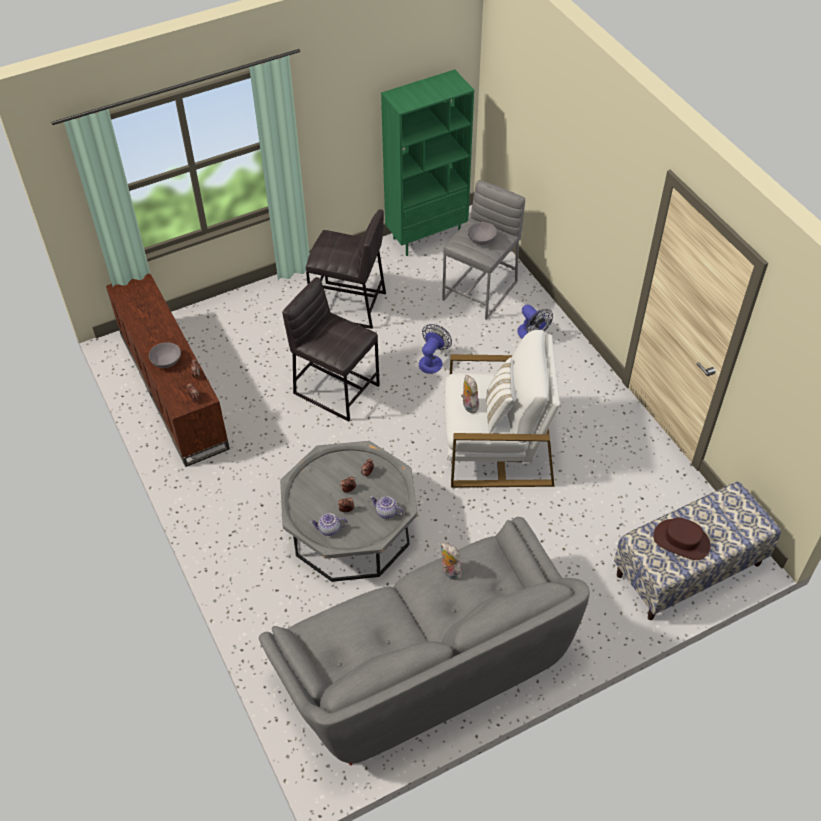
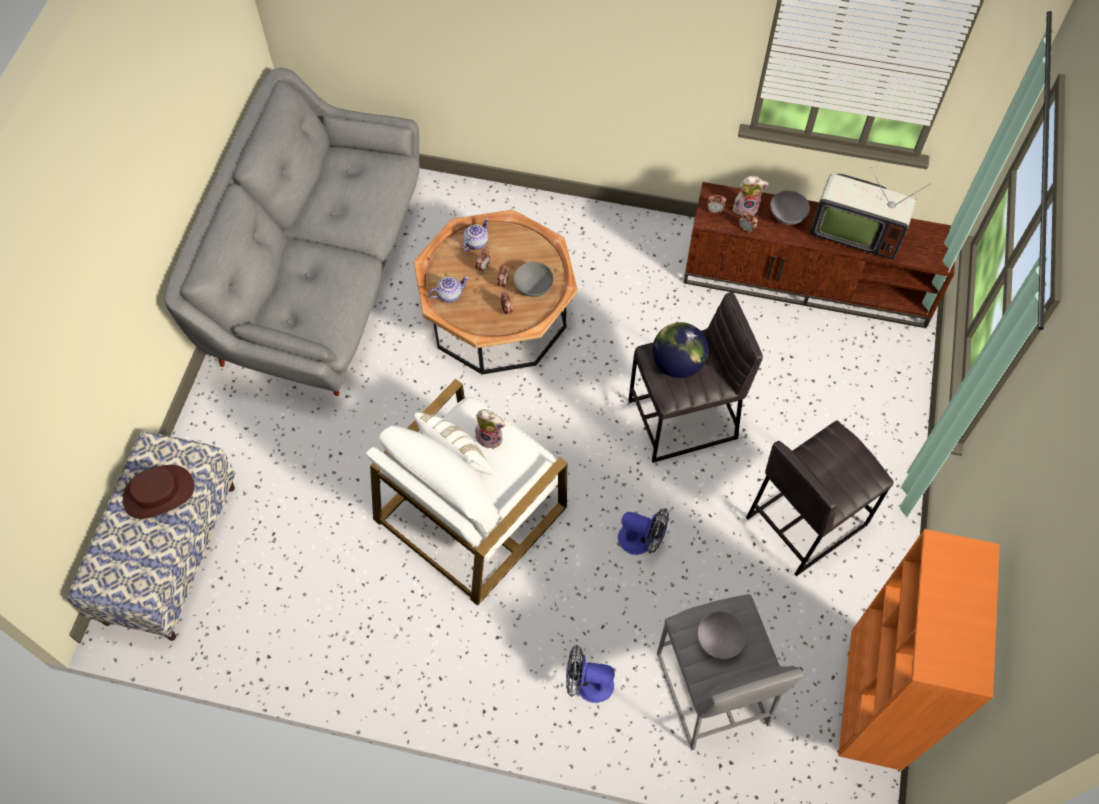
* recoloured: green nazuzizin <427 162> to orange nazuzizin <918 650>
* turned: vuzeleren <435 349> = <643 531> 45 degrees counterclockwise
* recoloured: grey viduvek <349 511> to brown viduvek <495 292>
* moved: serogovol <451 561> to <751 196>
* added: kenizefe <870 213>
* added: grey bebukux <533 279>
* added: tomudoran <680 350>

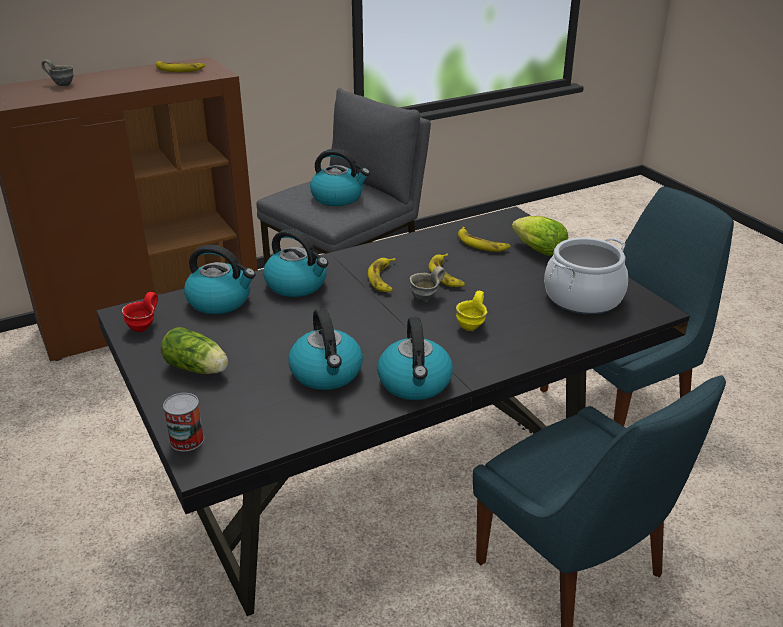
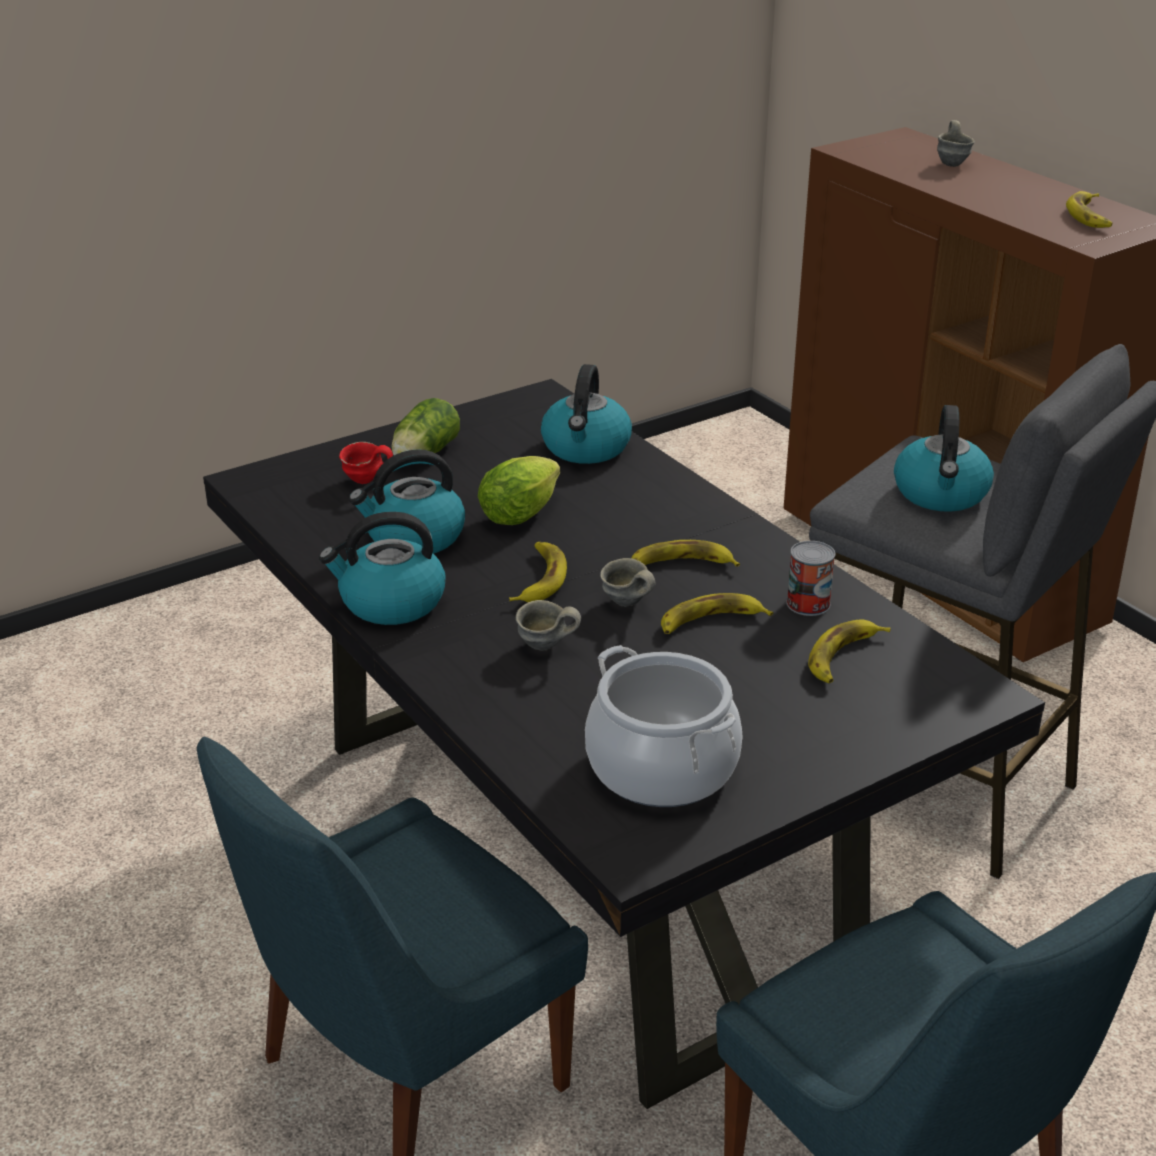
* moved: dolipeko <540 236> to <518 490>
* removed: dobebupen <295 263>
* recoloured: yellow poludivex <471 311> to grey poludivex <548 625>
* moved: red poludivex <140 312> to <366 463>
* moved: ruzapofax <183 422> to <810 578>
* added: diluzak <538 572>

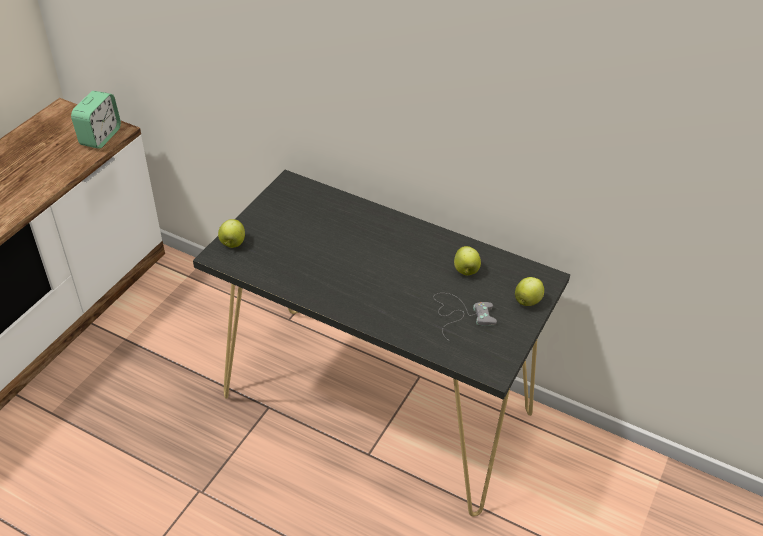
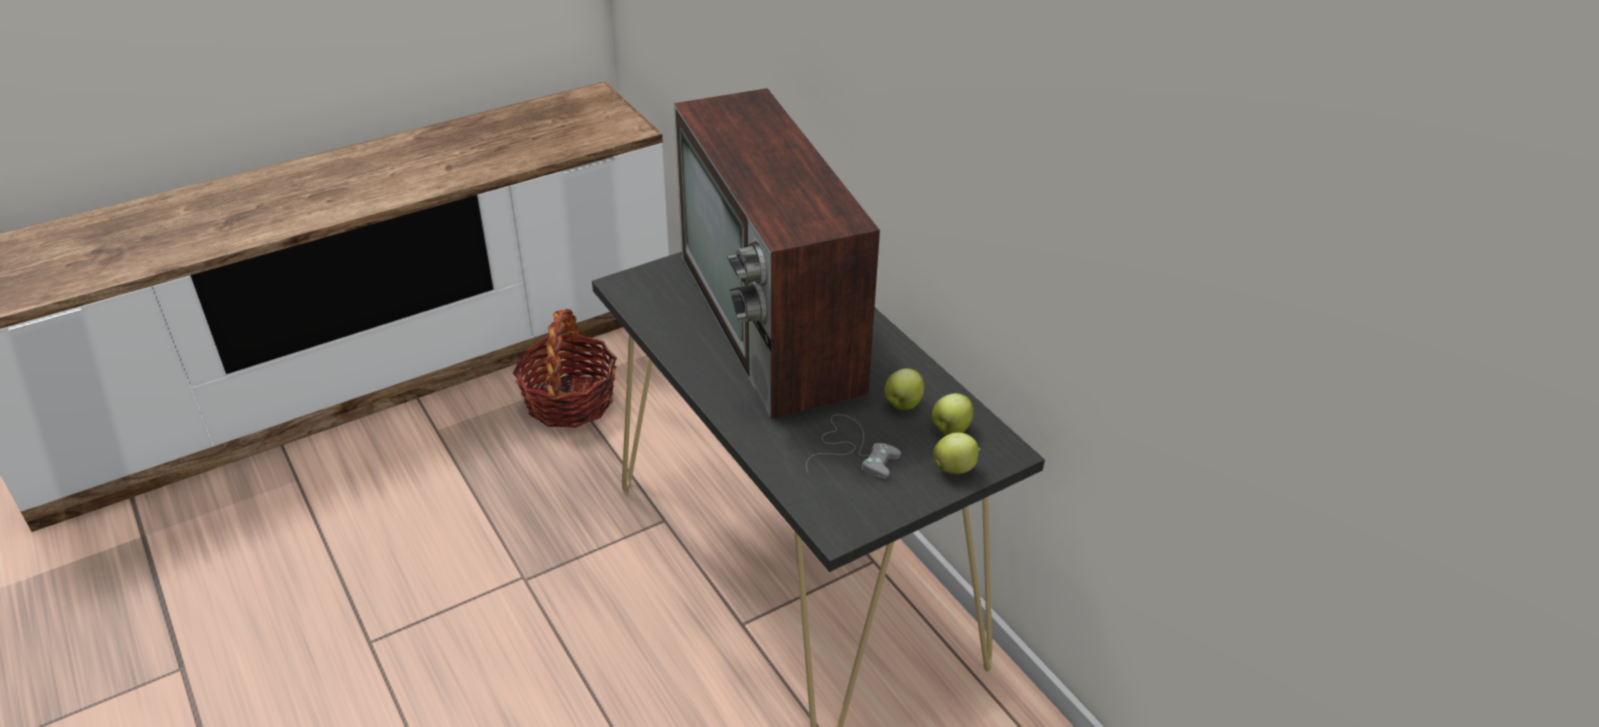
* removed: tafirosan <96 120>
* moved: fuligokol <231 233> to <953 414>
* added: kenizefe <777 253>
* added: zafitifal <565 368>

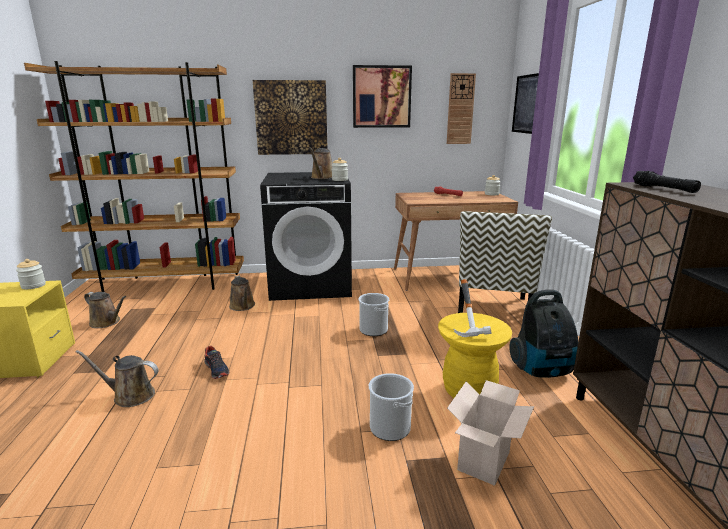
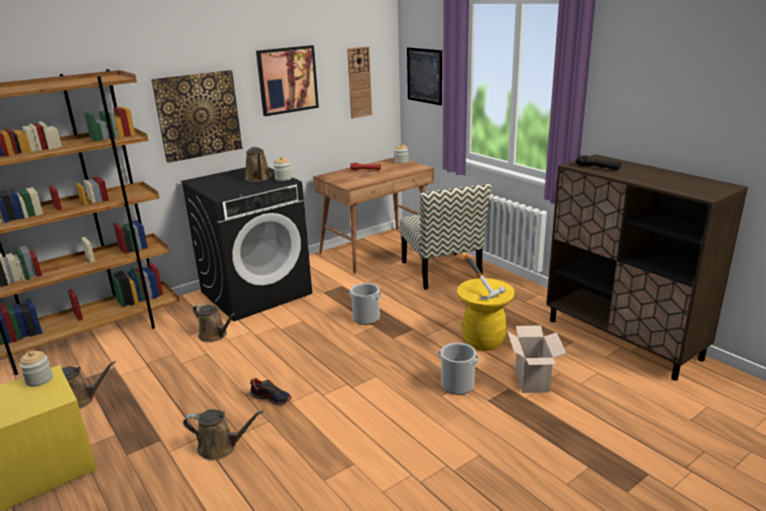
* removed: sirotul <544 334>
* turned: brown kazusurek <117 378> = <223 435> 150 degrees counterclockwise

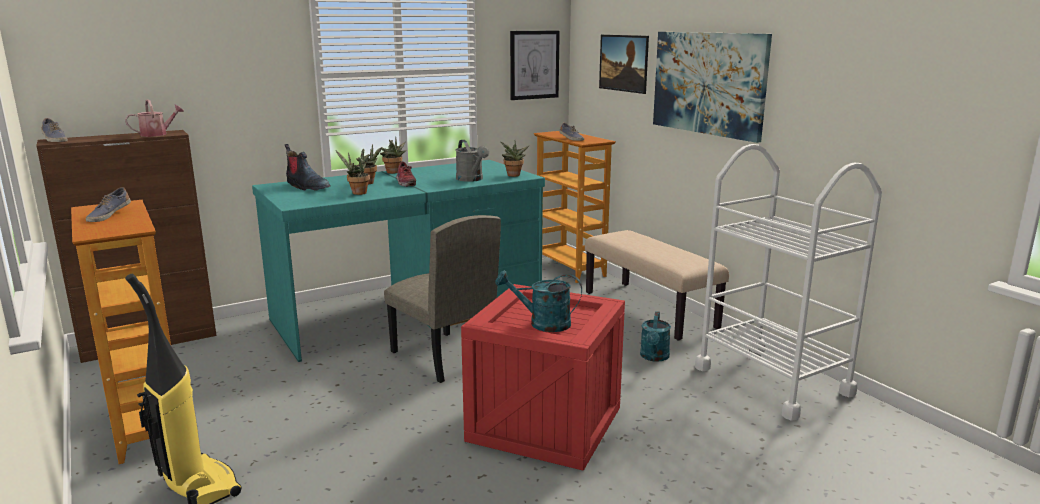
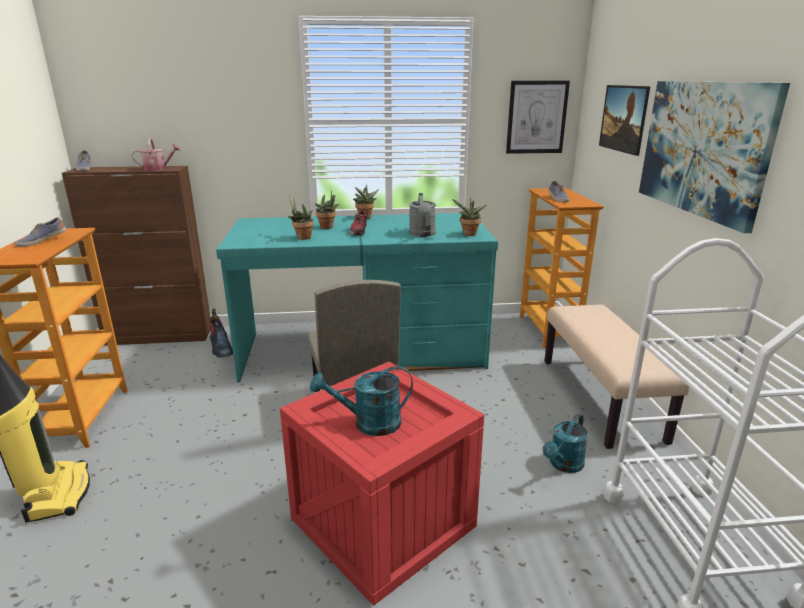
* moved: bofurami <308 167> to <221 333>
* turned: turquoise kazusurek <538 301> = <361 401> 45 degrees counterclockwise

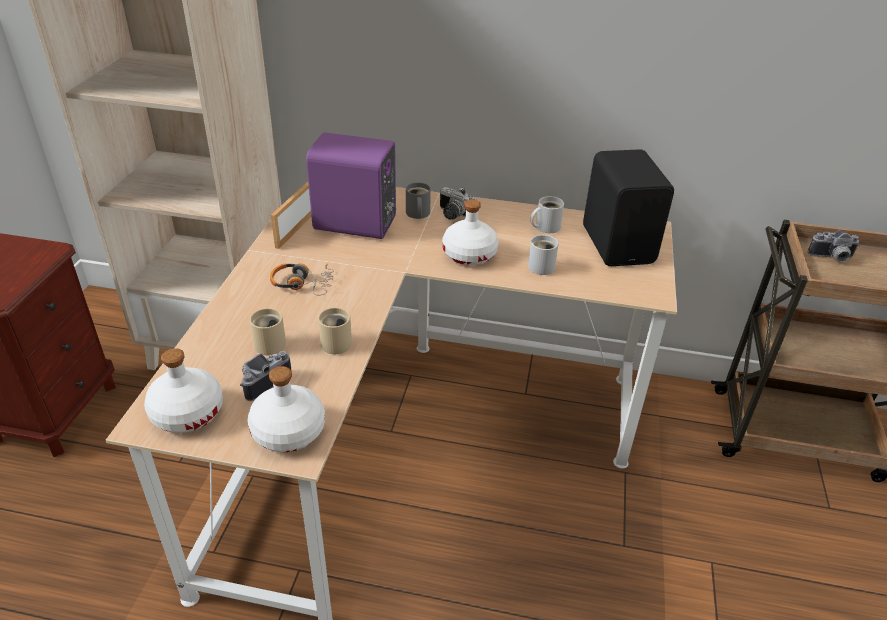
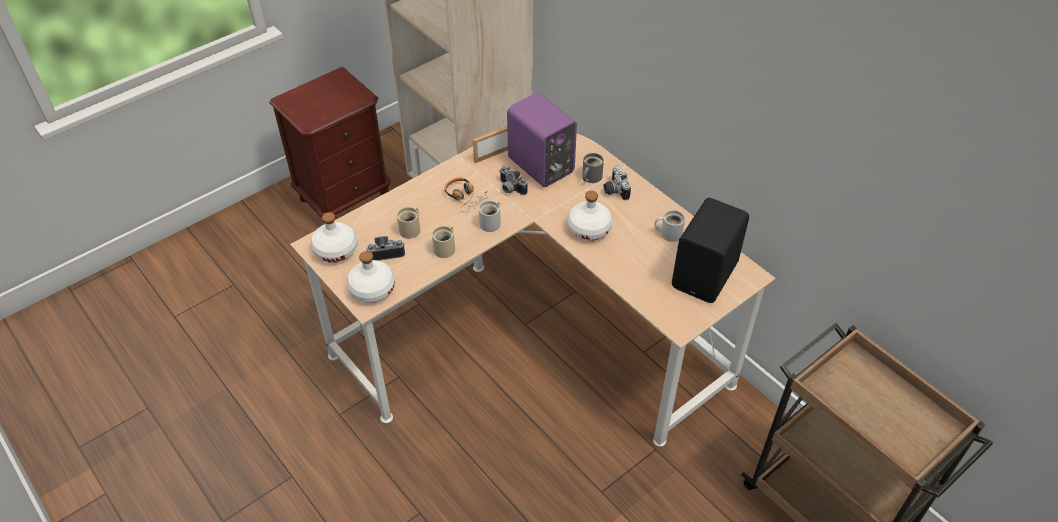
* moved: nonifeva <833 246> to <514 180>
* moved: white poludivex <543 255> to <490 216>

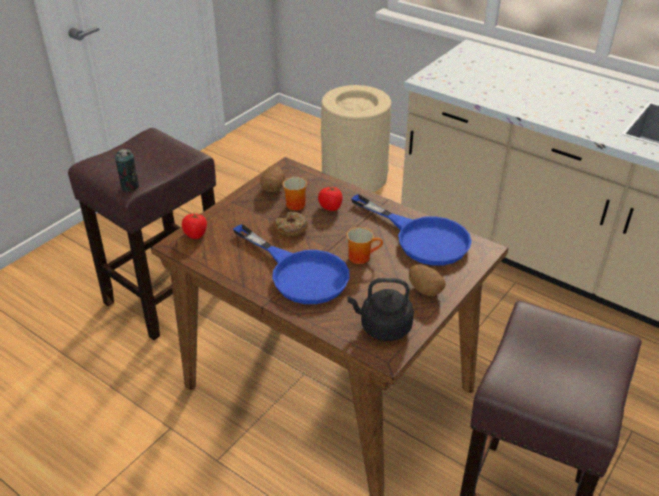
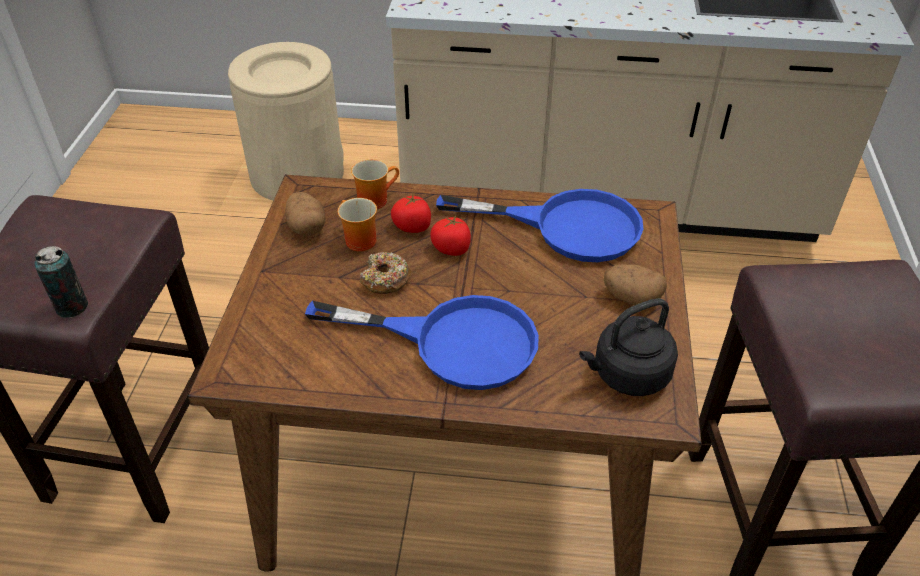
* moved: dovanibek <194 226> to <450 235>
* moved: poludivex <365 245> to <375 184>

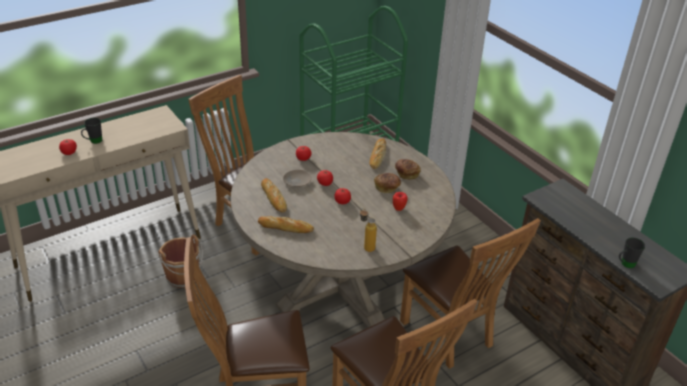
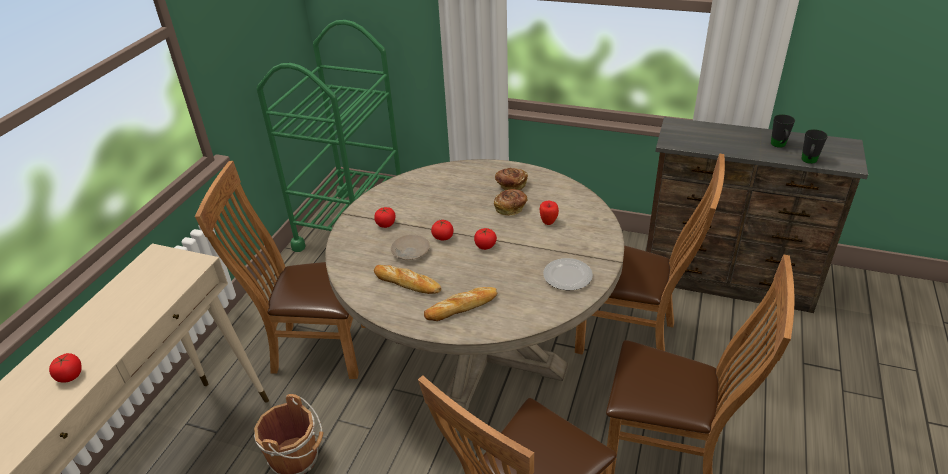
* moved: black poludivex <91 131> to <783 131>
* removed: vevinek <377 154>
* replaced: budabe <368 230> to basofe <568 274>

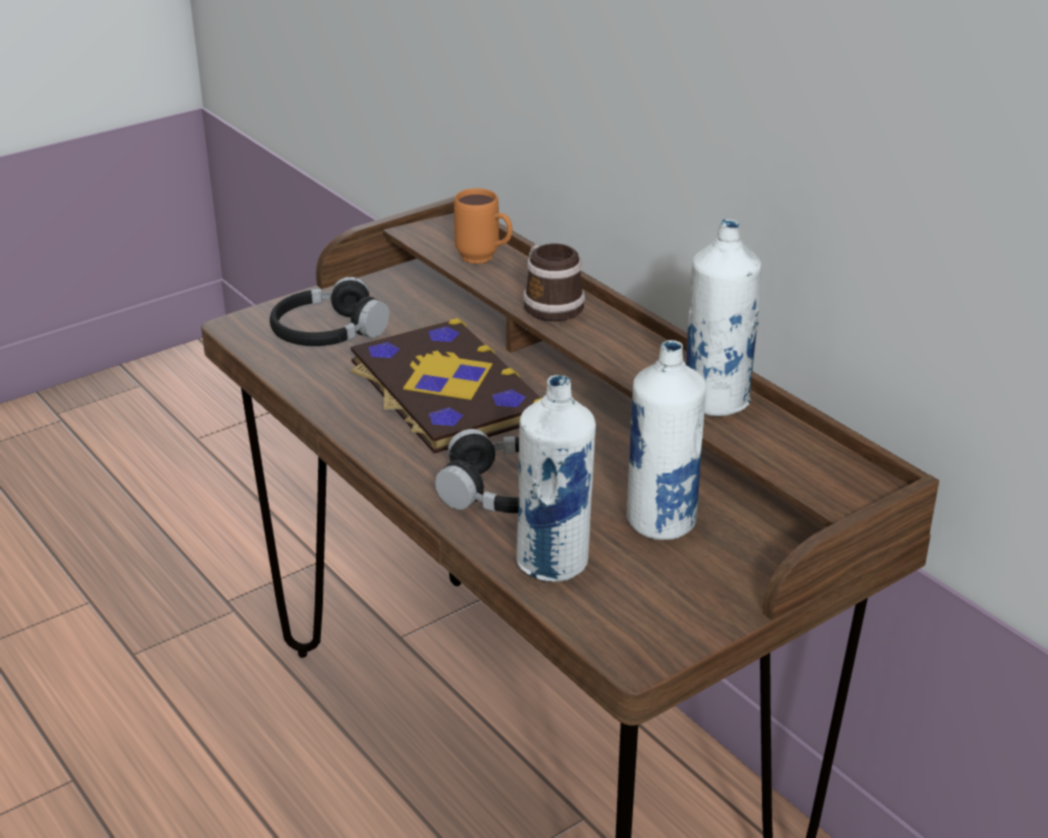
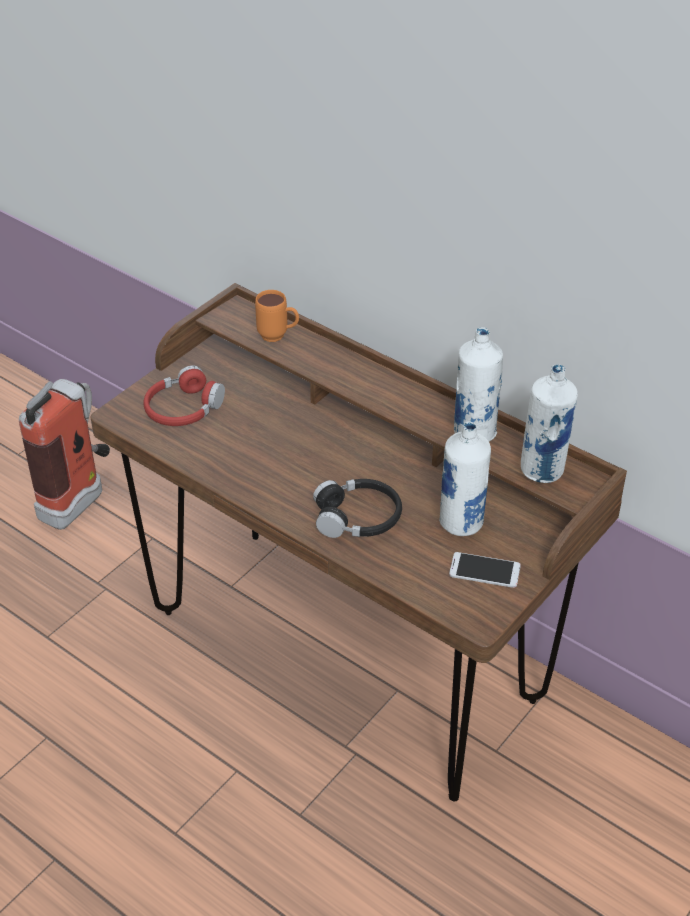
* removed: poludivex <554 282>
* recoloured: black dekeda <329 311> to red dekeda <184 395>
* removed: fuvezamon <446 385>
* moved: white budabe <556 478> to <549 423>
* added: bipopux <64 454>
* added: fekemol <485 570>

